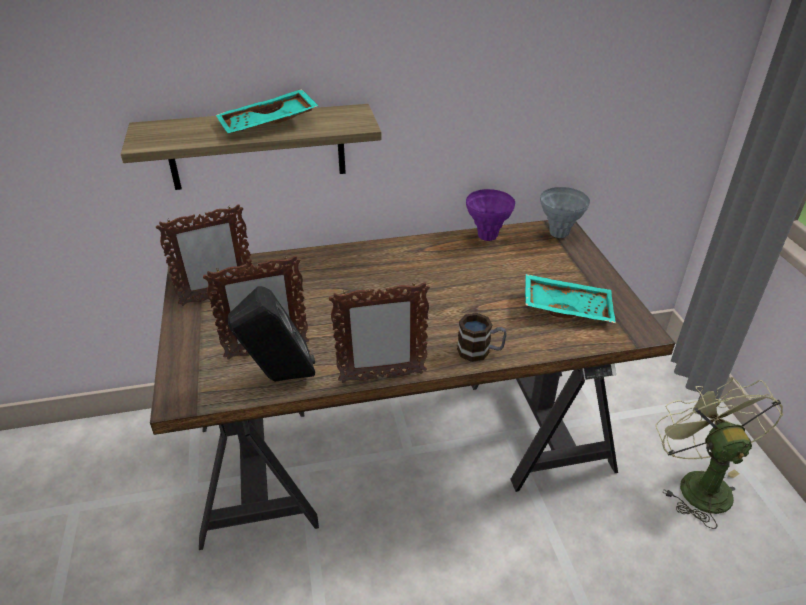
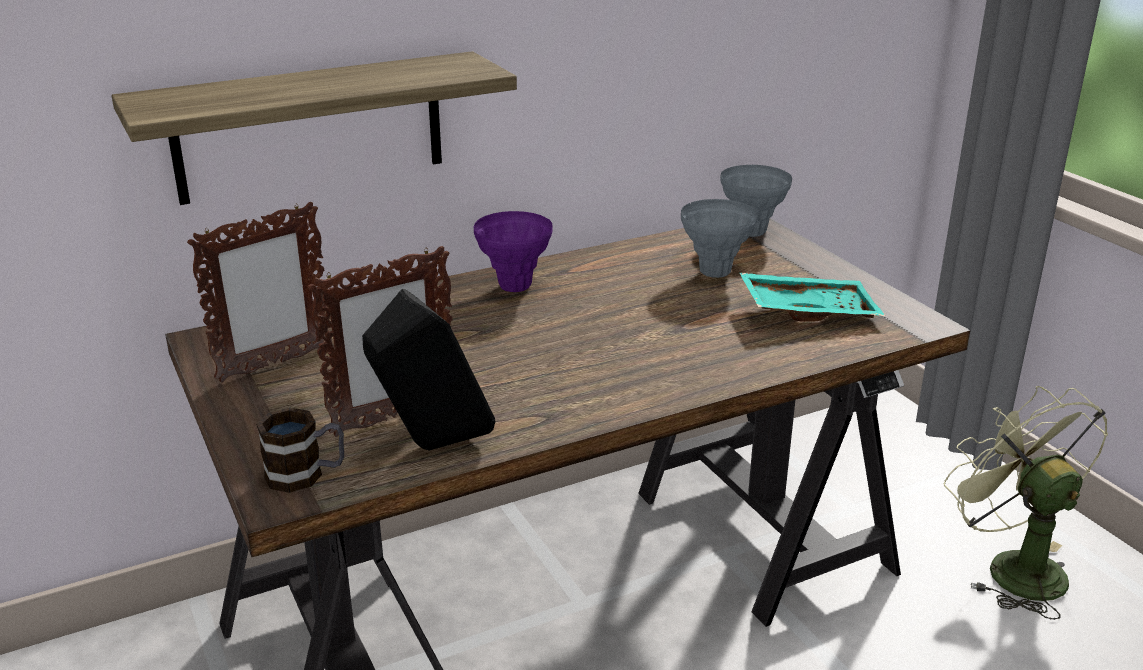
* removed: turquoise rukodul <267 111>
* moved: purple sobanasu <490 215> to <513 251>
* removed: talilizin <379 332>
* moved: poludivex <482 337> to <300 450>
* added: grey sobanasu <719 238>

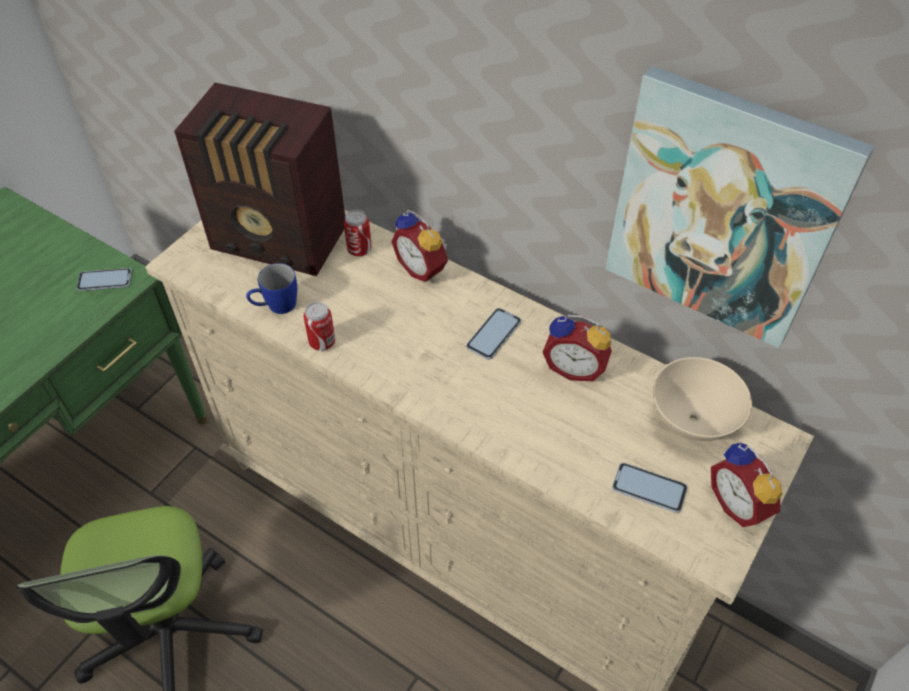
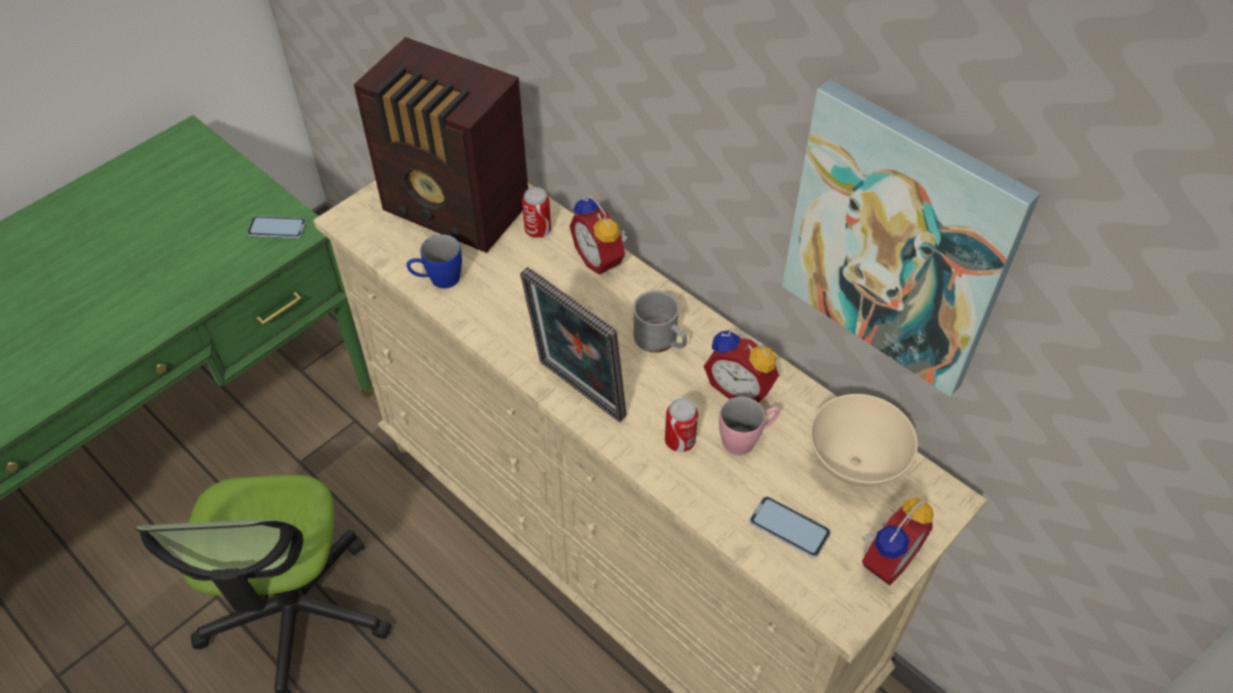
* moved: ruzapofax <320 326> to <681 425>
* replaced: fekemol <493 334> to grey poludivex <660 321>
* turned: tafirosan <746 485> = <897 541> 120 degrees counterclockwise
* added: talilizin <573 344>
* added: pink poludivex <749 426>

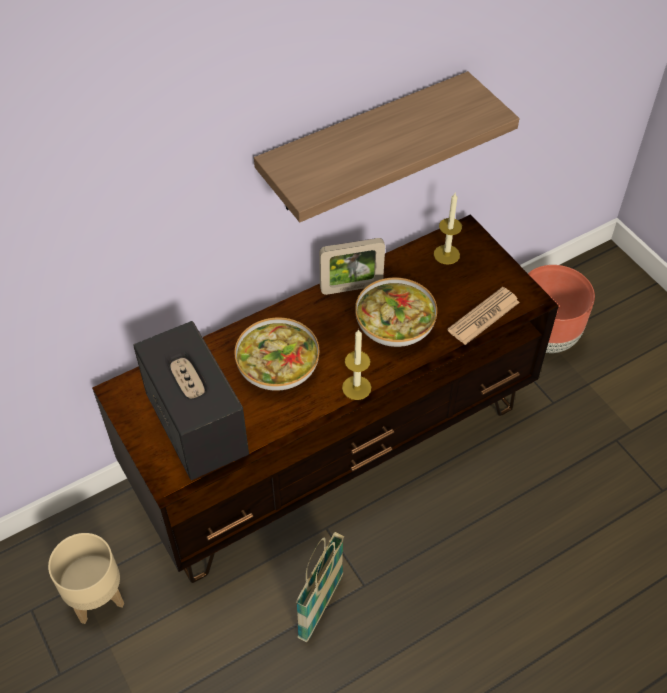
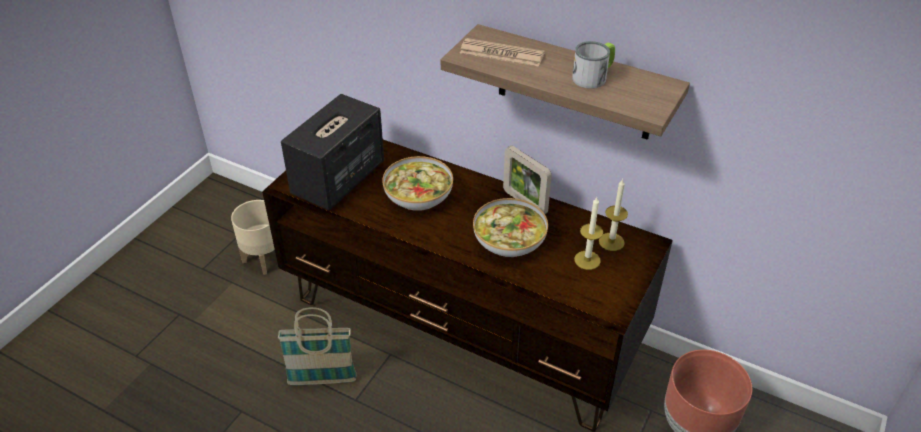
* moved: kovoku <483 316> to <502 52>
* moved: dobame <356 364> to <588 233>
* added: poludivex <593 65>

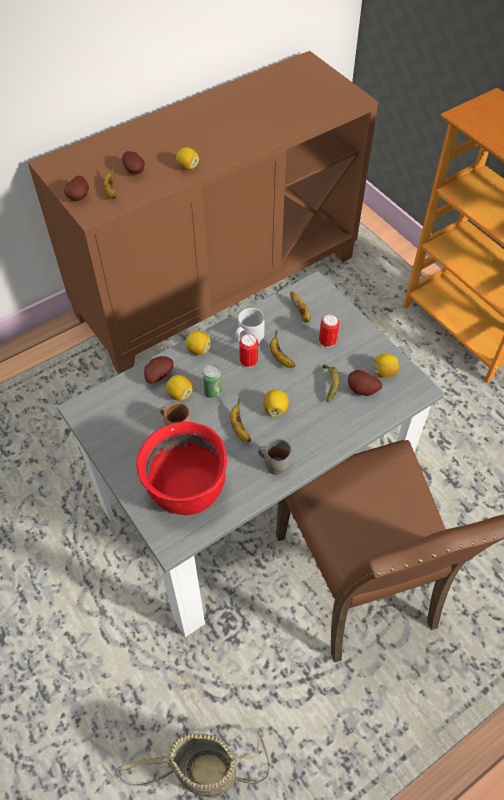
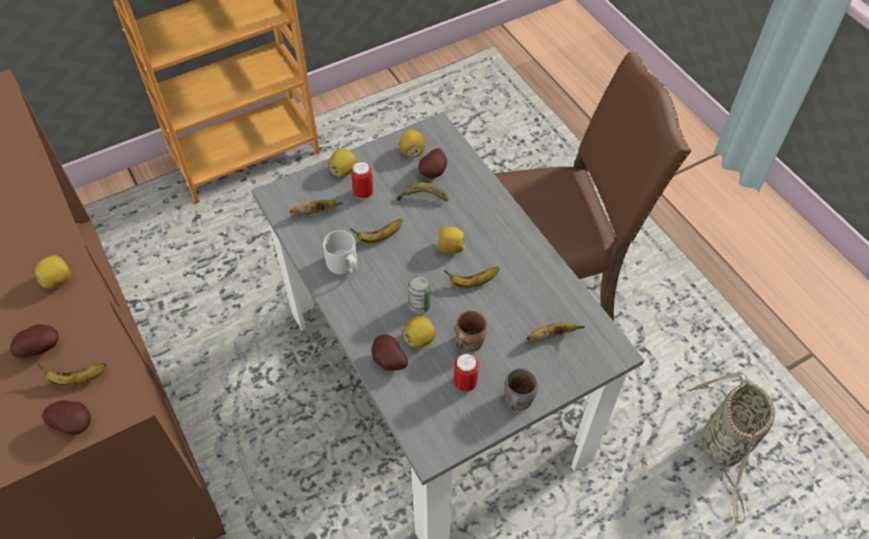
* moved: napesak <198 343> to <343 163>
* moved: ruzapofax <248 351> to <466 372>
* replaced: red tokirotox <181 468> to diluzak <556 332>
* moved: grey poludivex <275 457> to <521 389>

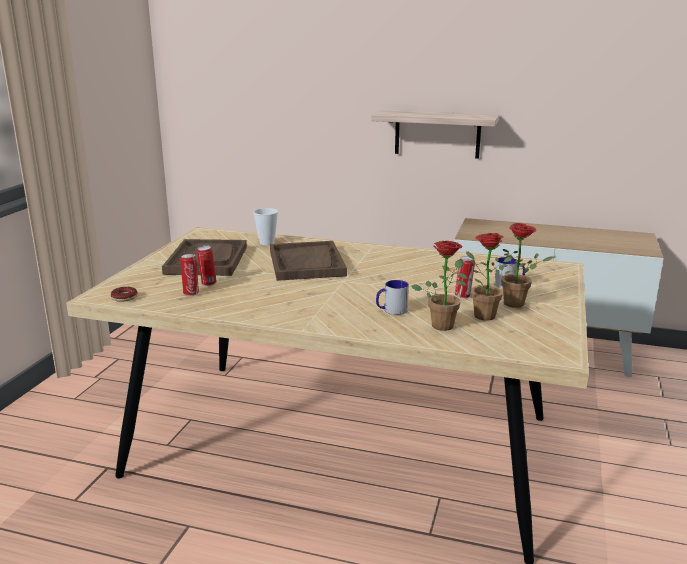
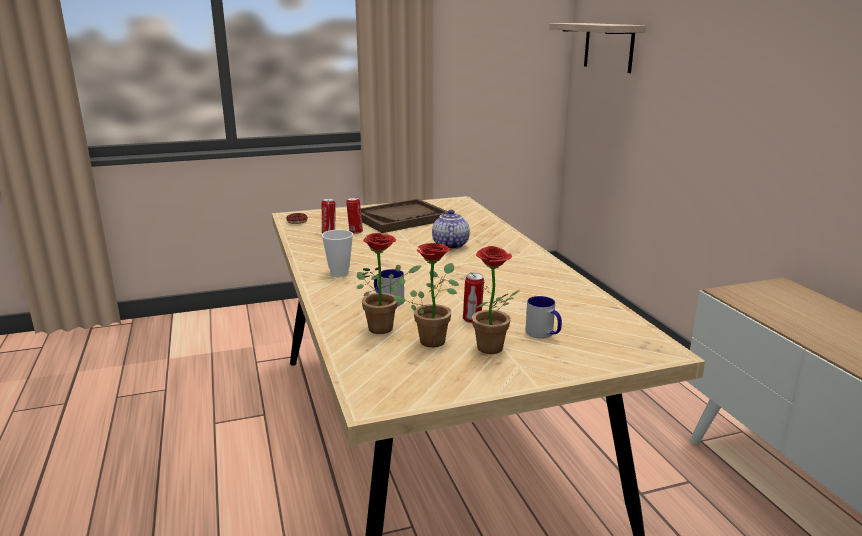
* moved: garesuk <435 134> to <597 48>
* moved: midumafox <265 226> to <337 253>
* replaced: brown rukodul <308 261> to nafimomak <451 229>

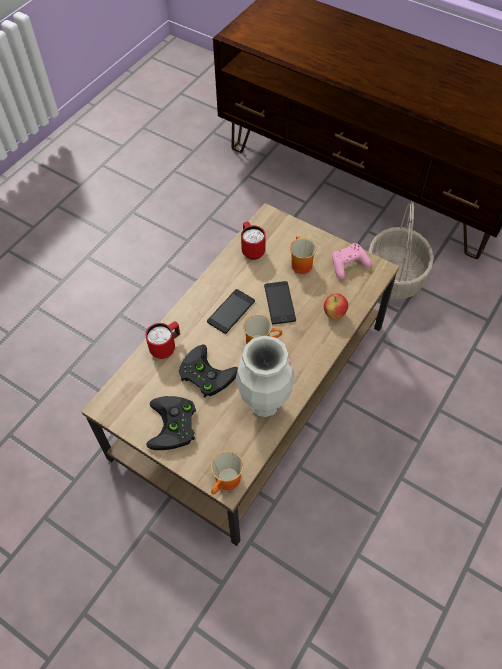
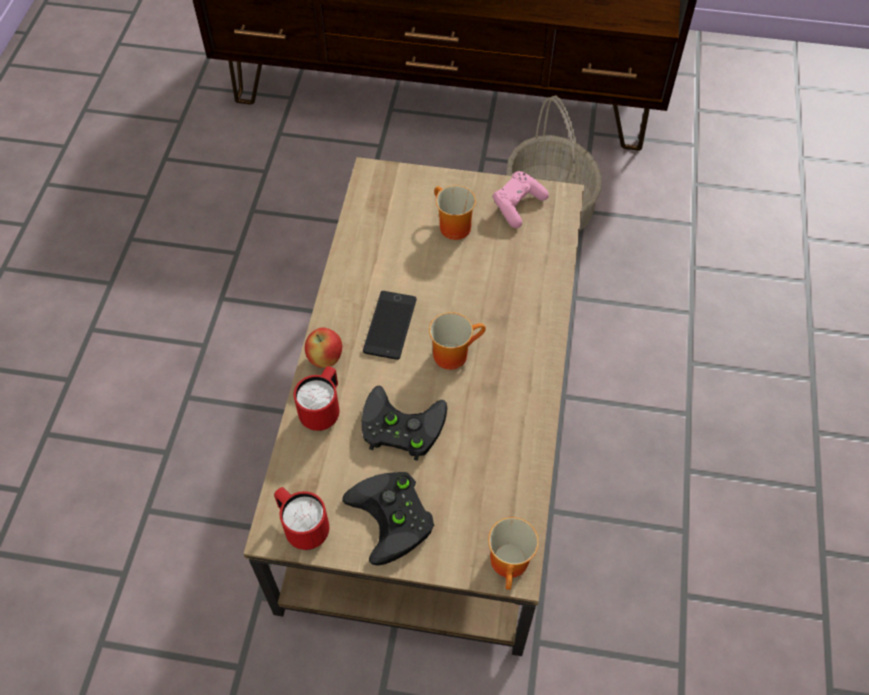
* moved: red poludivex <253 241> to <301 518>
* removed: fekemol <280 302>
* moved: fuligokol <336 306> to <323 348>
* removed: sobanasu <265 376>

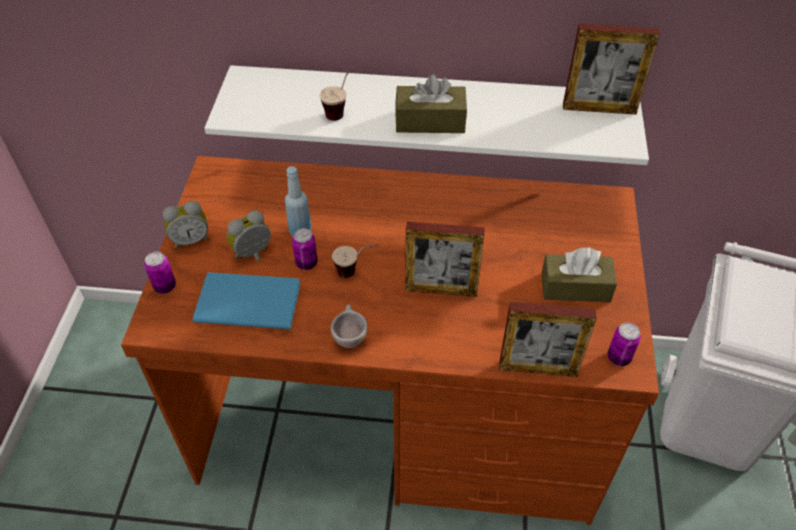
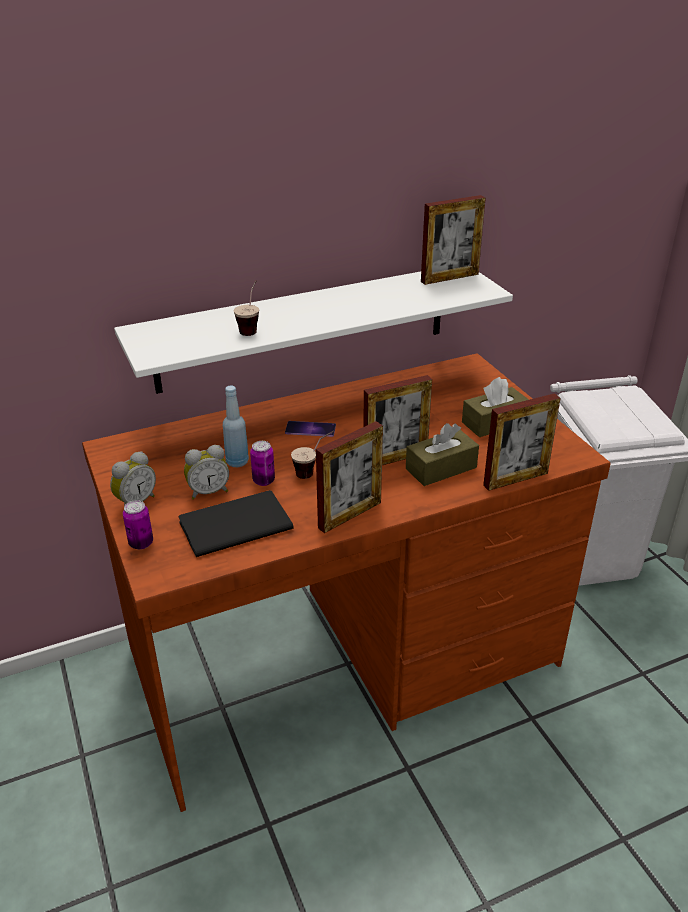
* moved: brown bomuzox <431 103> to <442 454>
* turned: tafirosan <249 236> = <206 472> 135 degrees counterclockwise
* recoloured: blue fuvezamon <246 300> to black fuvezamon <236 523>
* replaced: beige midumafox <349 326> to talilizin <349 477>
* removed: ruzapofax <624 344>
* added: fekemol <310 429>

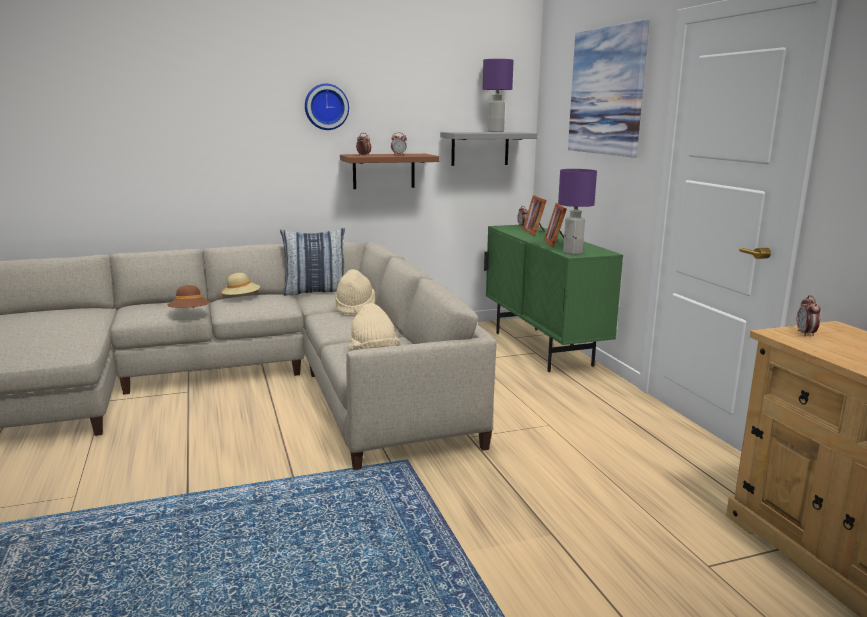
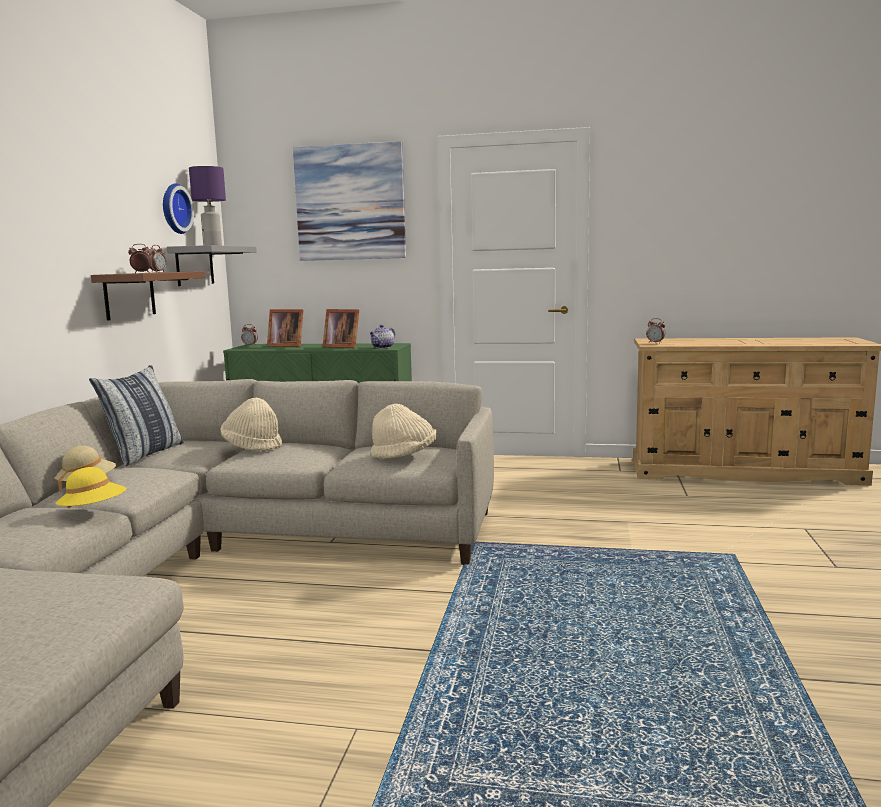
* moved: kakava <327 107> to <178 208>
* replaced: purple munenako <577 211> to nafimomak <382 337>
* recoloured: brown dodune <188 296> to yellow dodune <91 487>

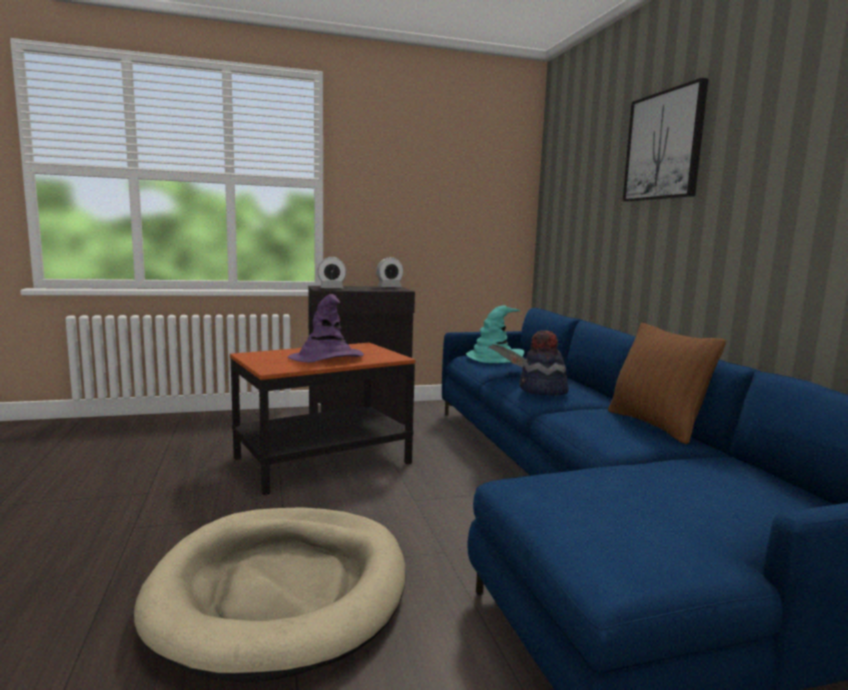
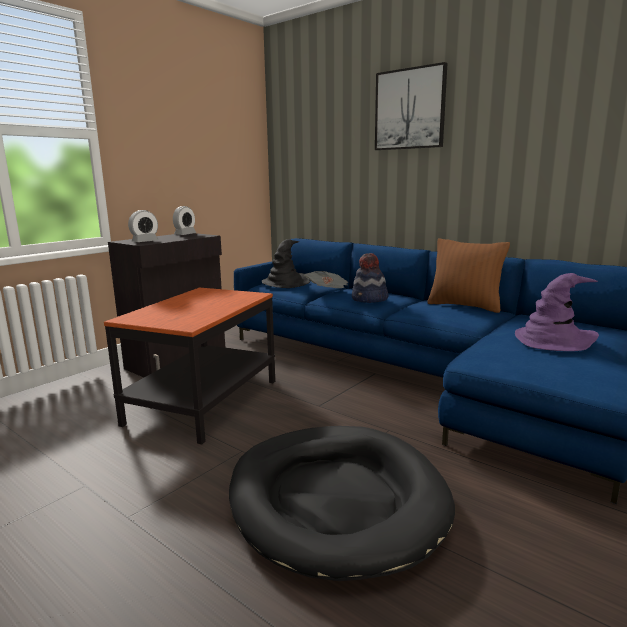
* moved: purple dodune <326 328> to <557 312>
* recoloured: turquoise dodune <495 334> to black dodune <286 263>
* recoloured: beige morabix <270 594> to black morabix <342 503>

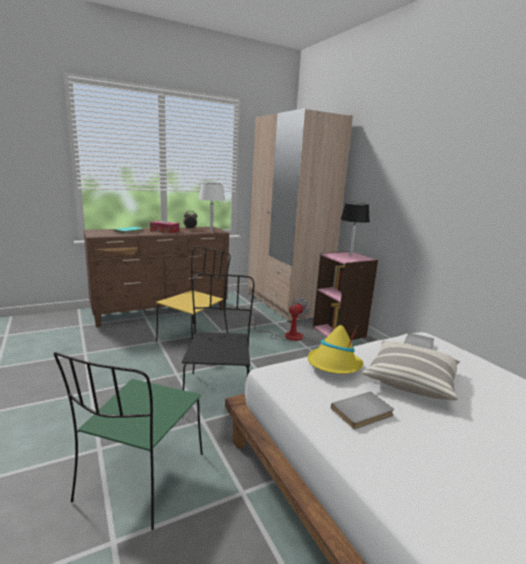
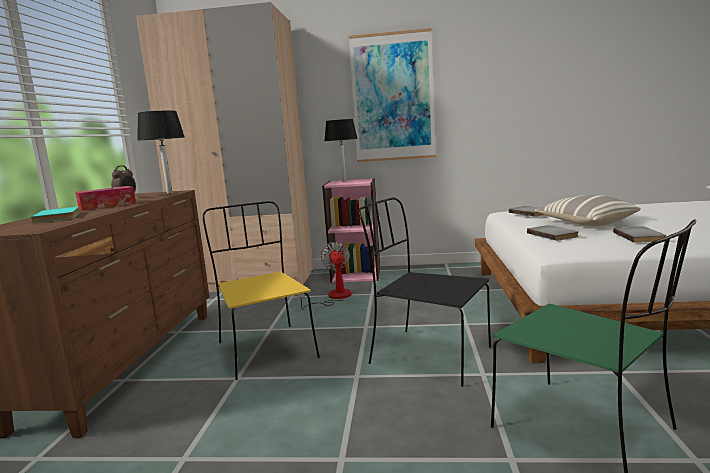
* recoloured: white munenako <212 207> to black munenako <160 152>
* replaced: yellow dodune <336 349> to grey fuvezamon <553 233>
* added: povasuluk <392 95>

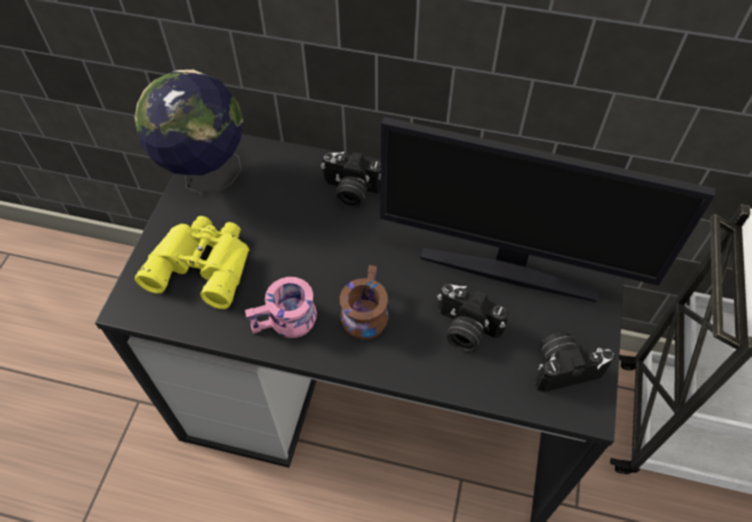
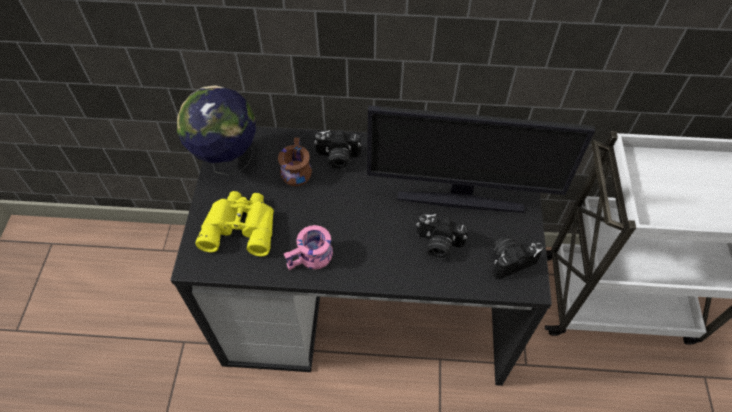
* moved: brown poludivex <364 302> to <295 162>

